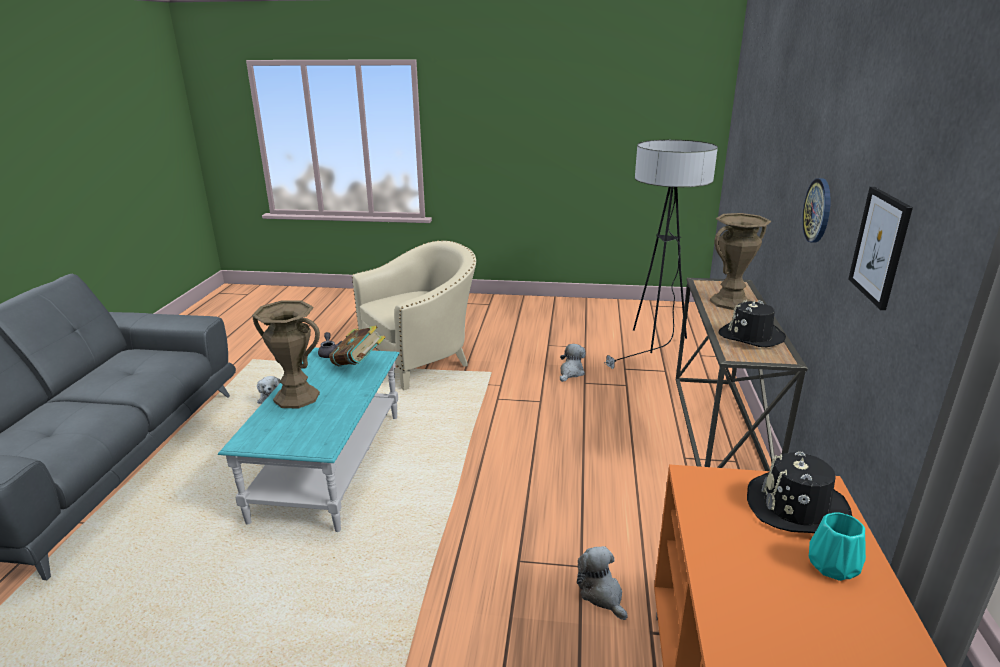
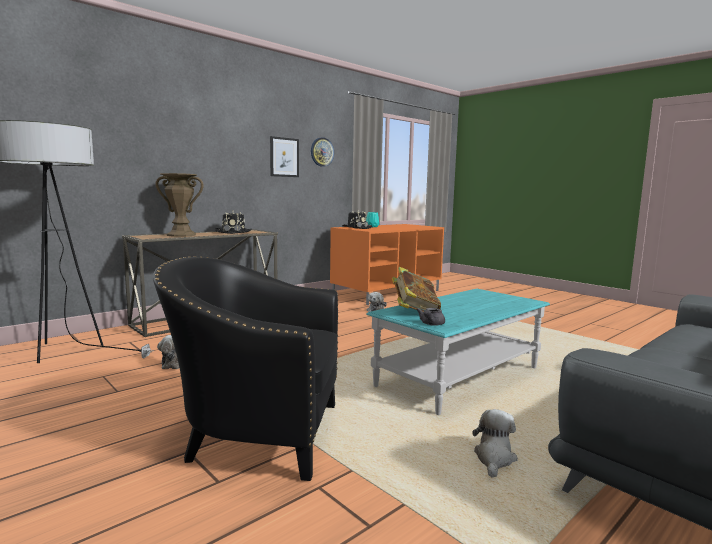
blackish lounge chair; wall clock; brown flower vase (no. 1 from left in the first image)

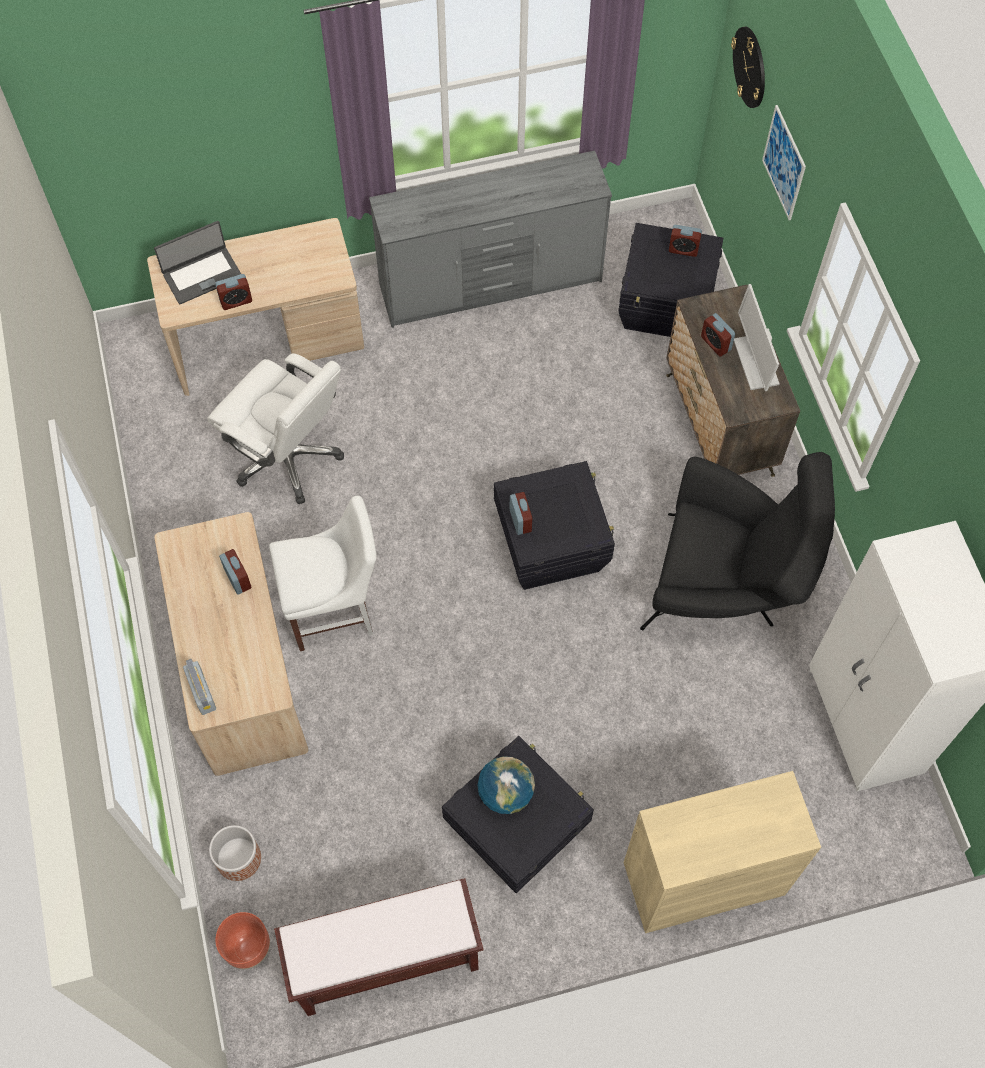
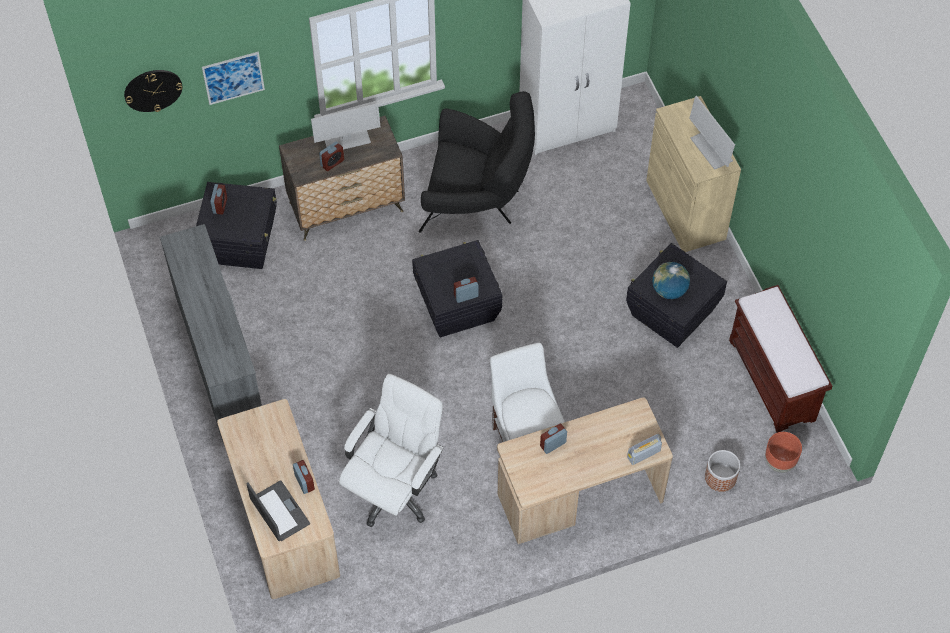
blackish lounge chair; computer screen (no. 2 from left)

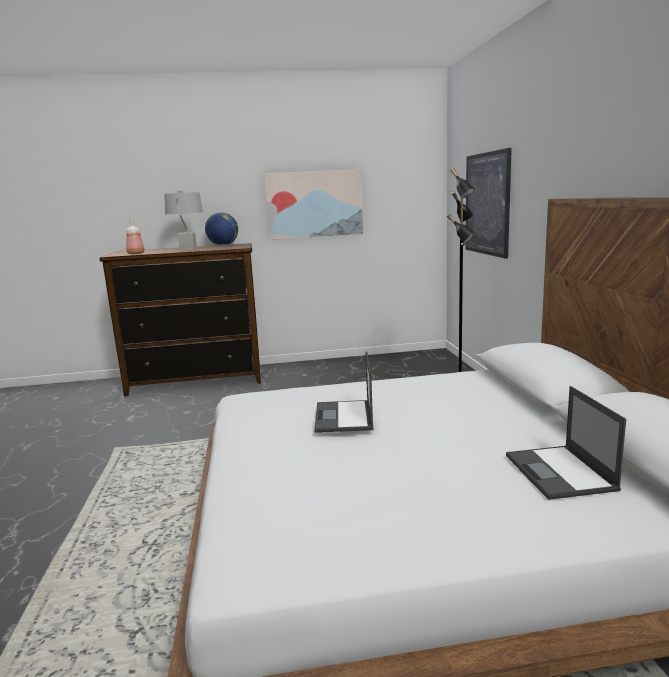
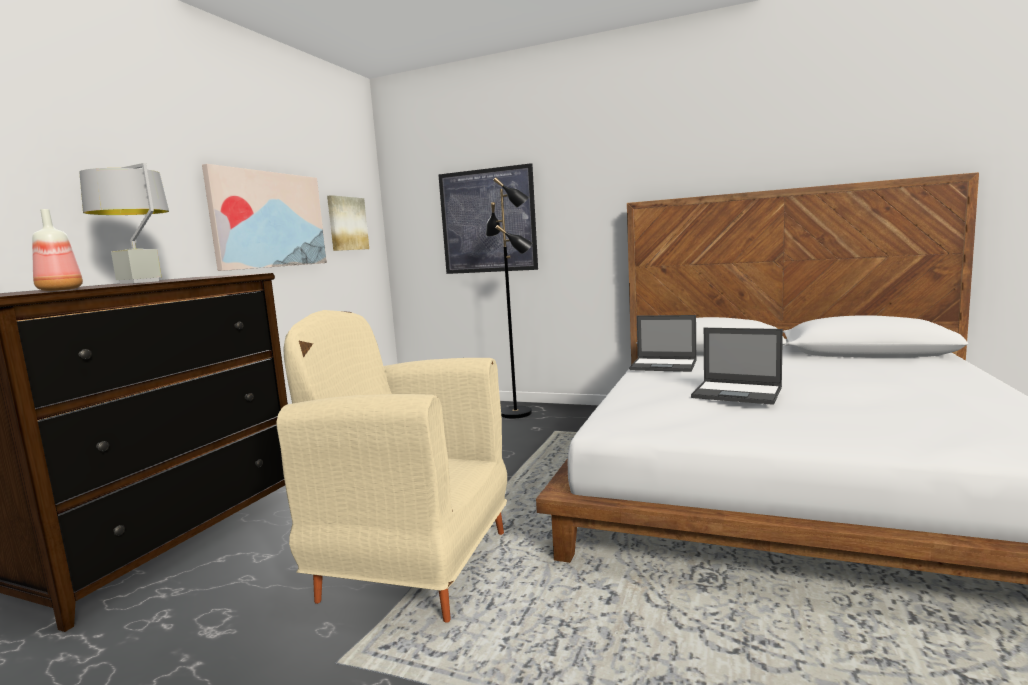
beige lounge chair; picture (no. 2 from left); portable computer (no. 1 from left); world globe

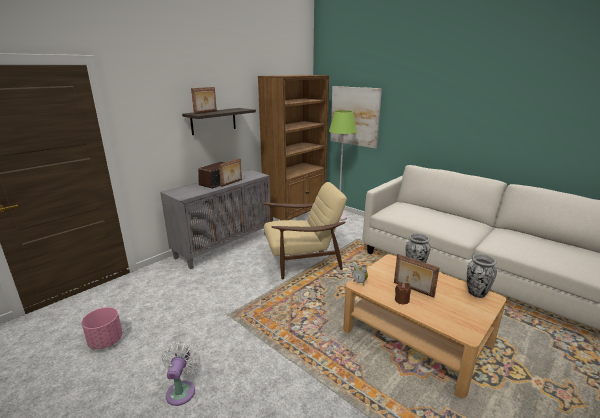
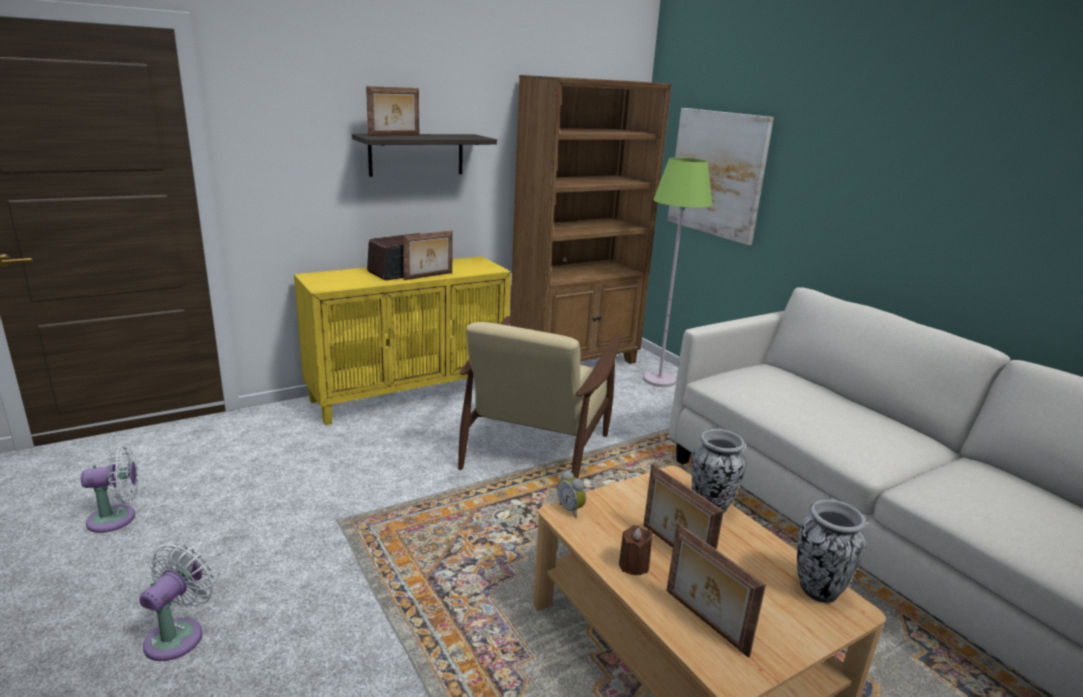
white-coloured fan (no. 1 from left); yellow-coloured cabinet; beige lounge chair; photo frame (no. 4 from left)

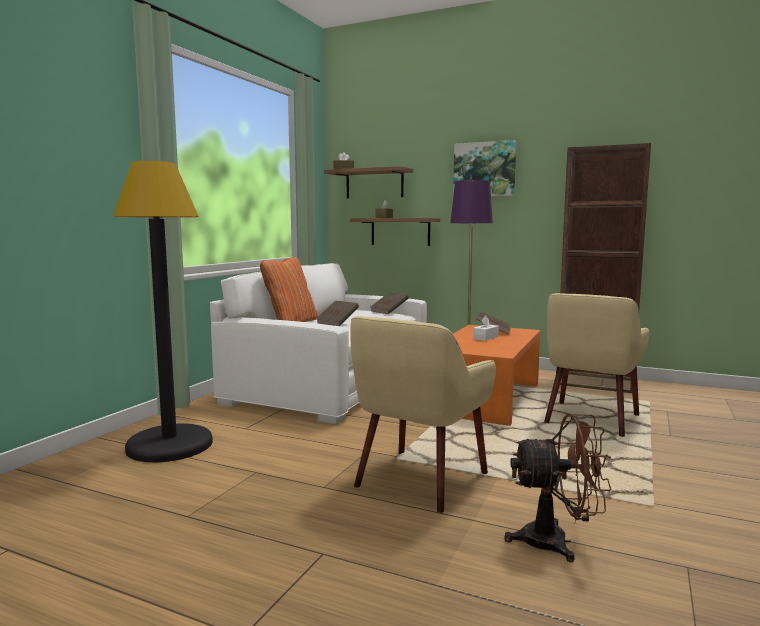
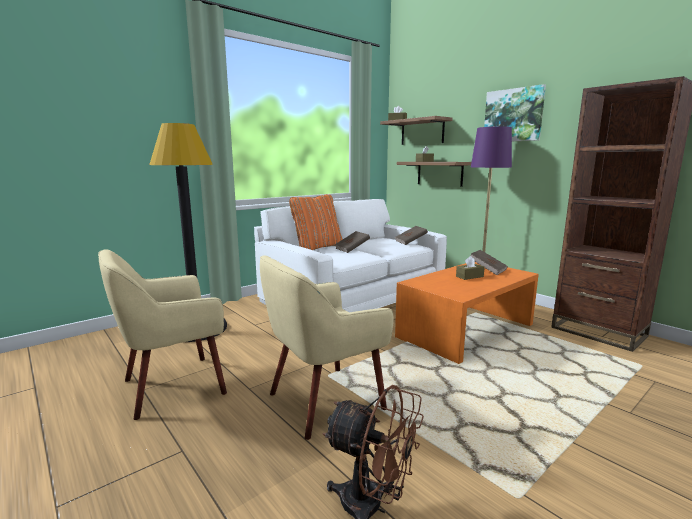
beige lounge chair (no. 1 from left); brown tissue holder (no. 3 from left)

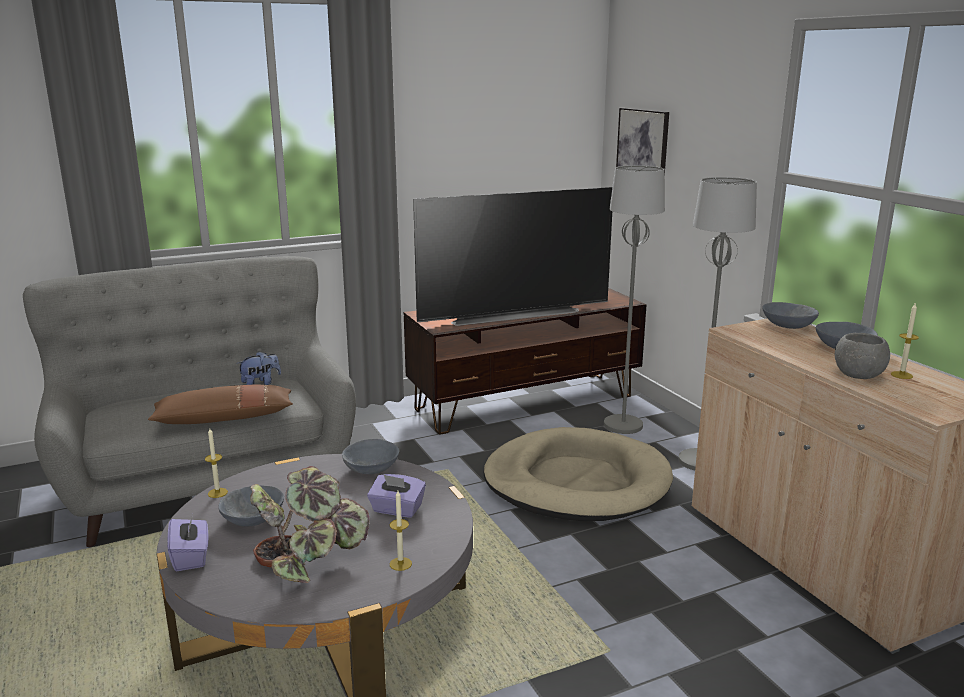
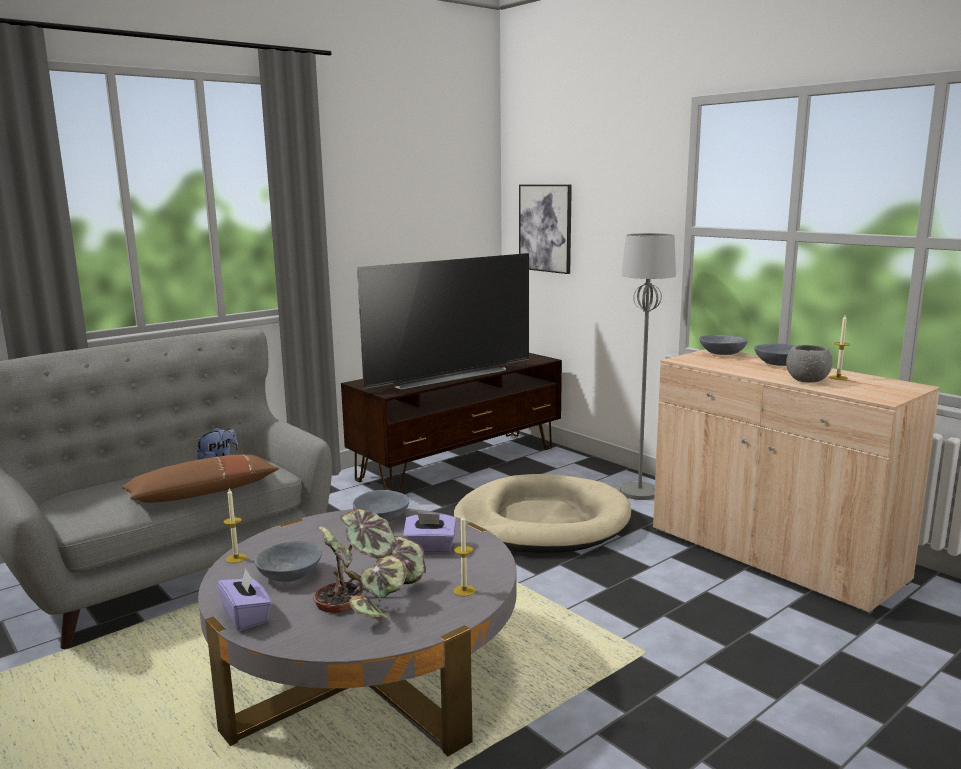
grey floor lamp (no. 1 from left in the first image)

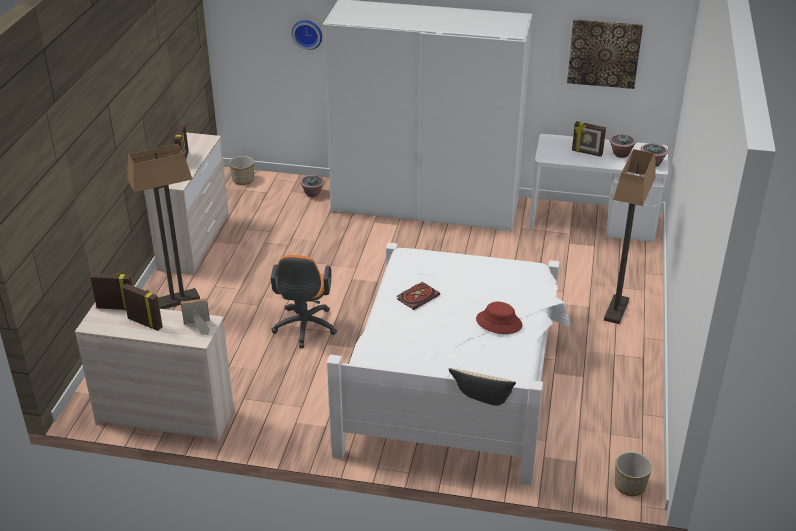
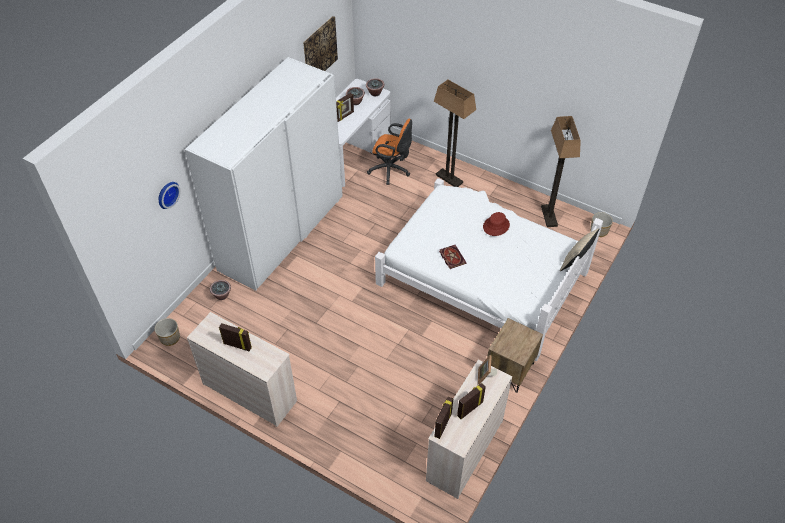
orangey computer chair; brown night table; floor lamp (no. 2 from left)

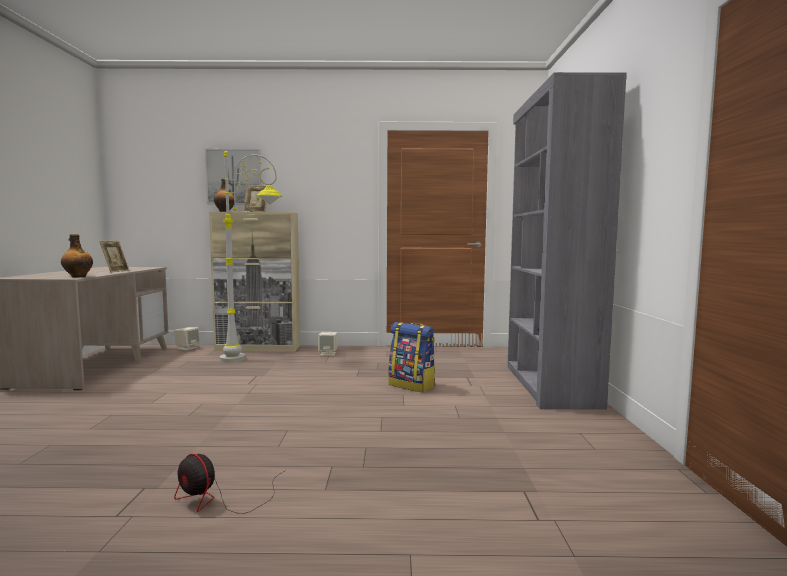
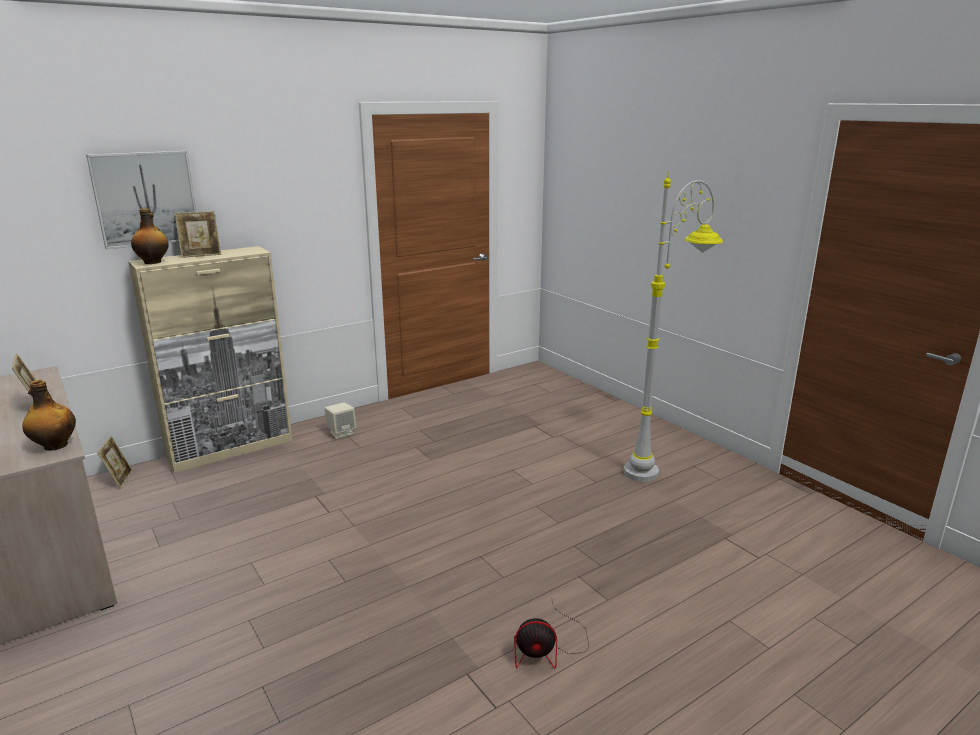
photo frame (no. 2 from left); grey floor lamp; knapsack; grey shelving unit

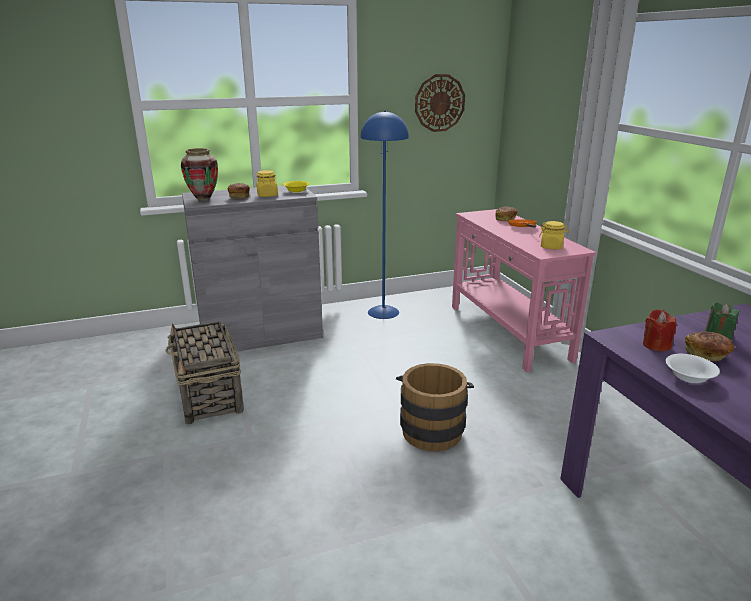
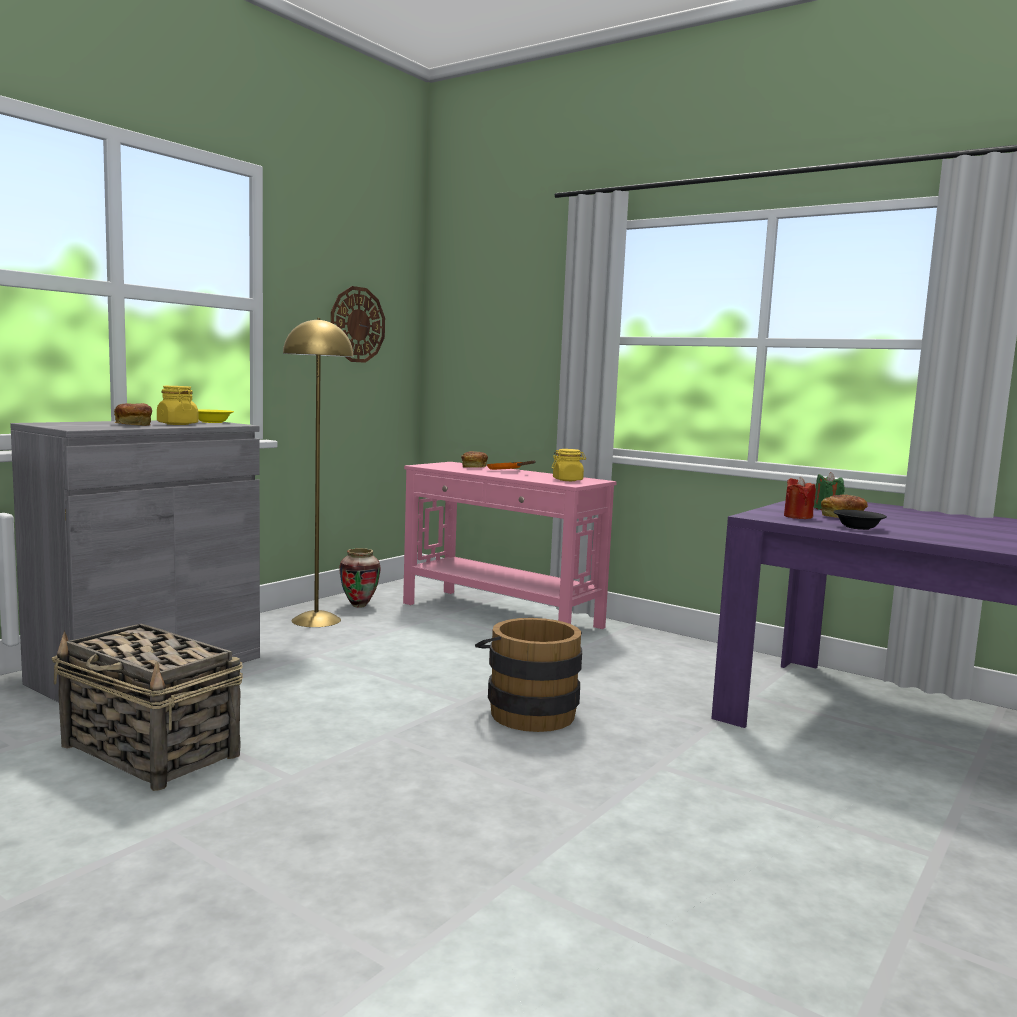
yellow-coloured floor lamp; flower vase; blackish deep dish

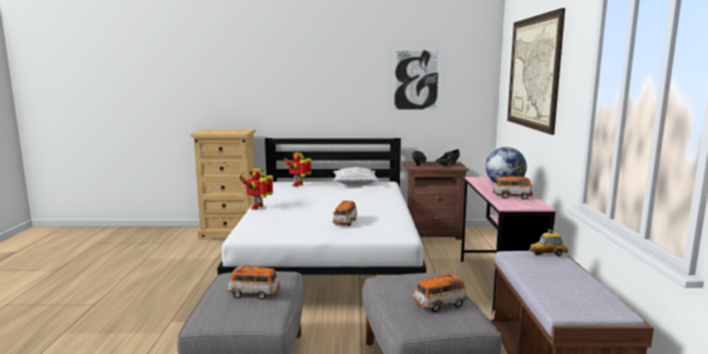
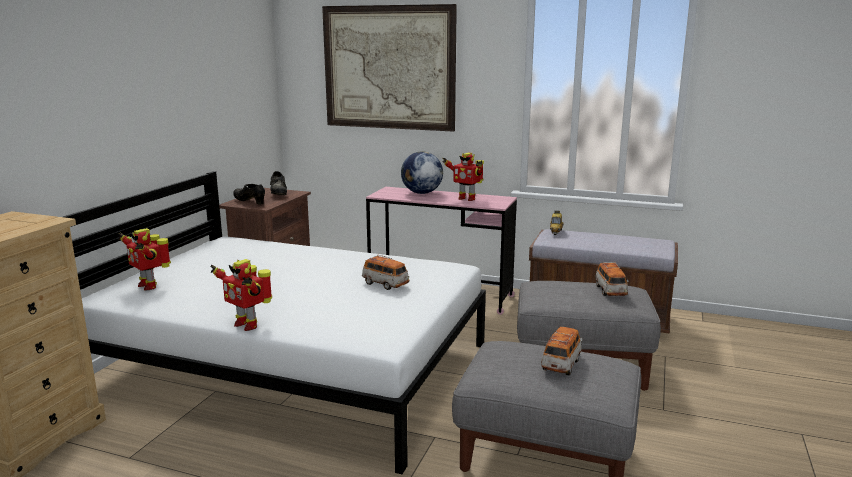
robot figure (no. 3 from left); cushion; picture (no. 1 from left in the first image)

